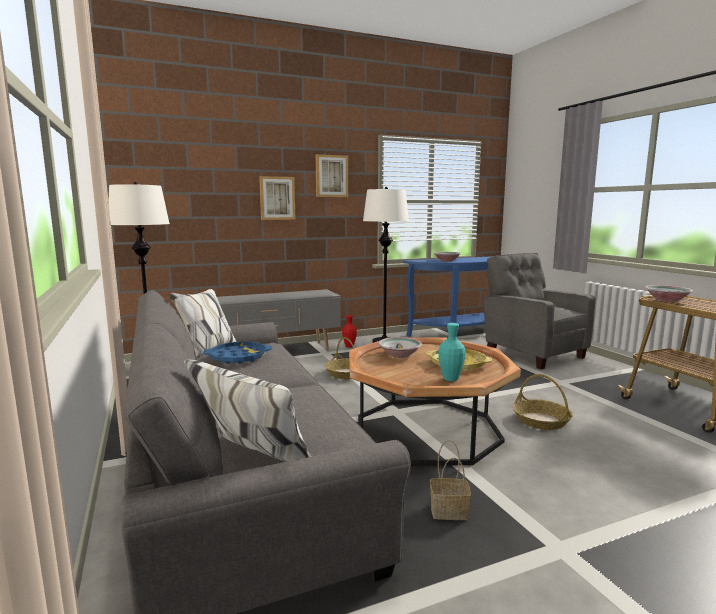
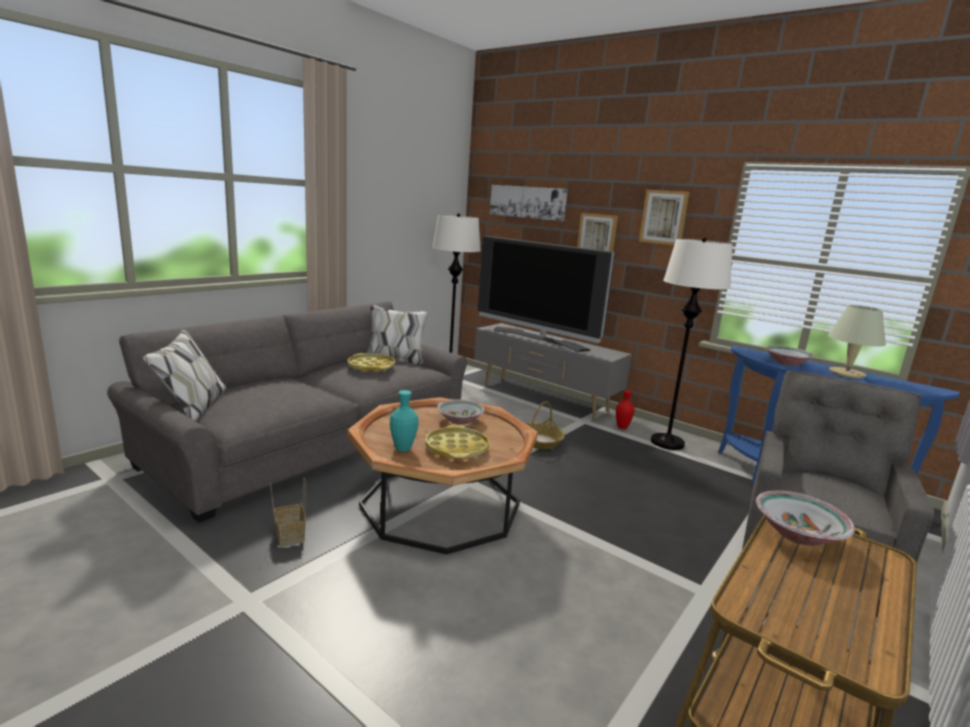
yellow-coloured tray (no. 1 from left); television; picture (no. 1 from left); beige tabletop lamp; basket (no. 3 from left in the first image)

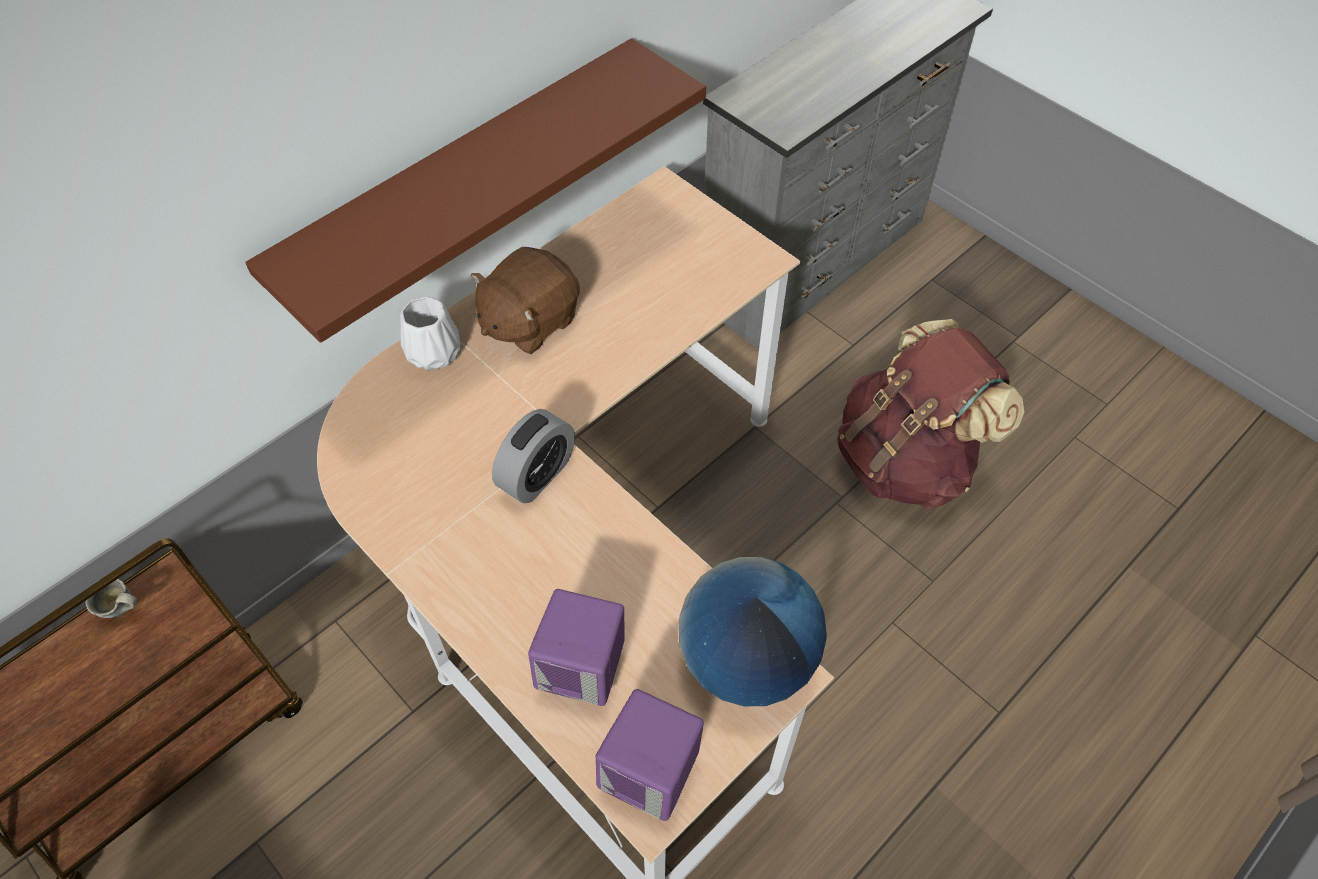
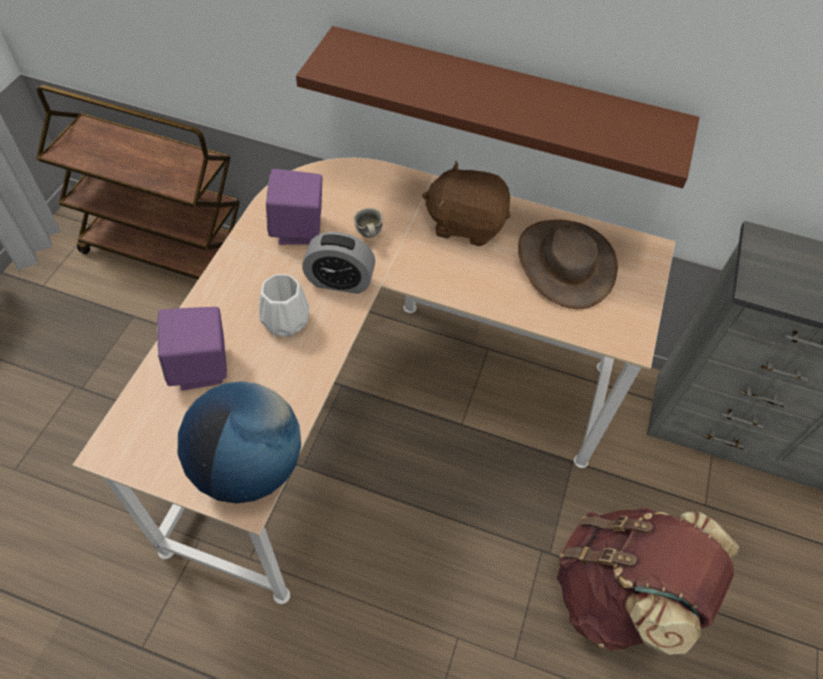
white-coloured flower vase; purple audio speaker (no. 2 from left); grey tea mug; brown hat

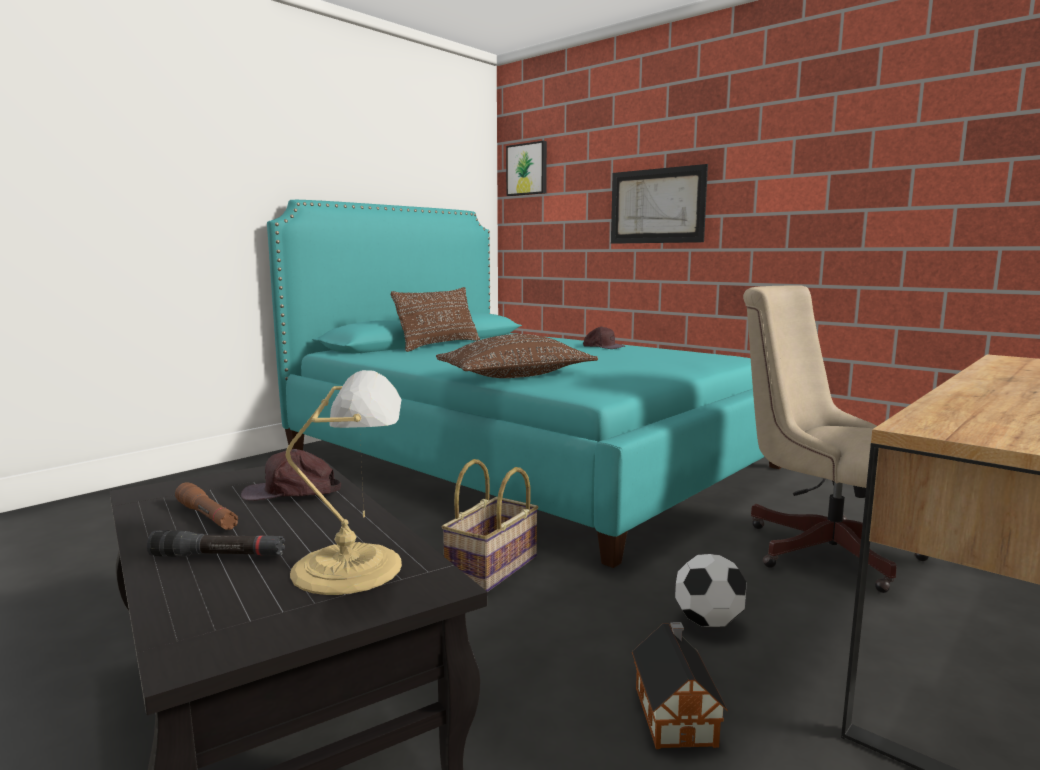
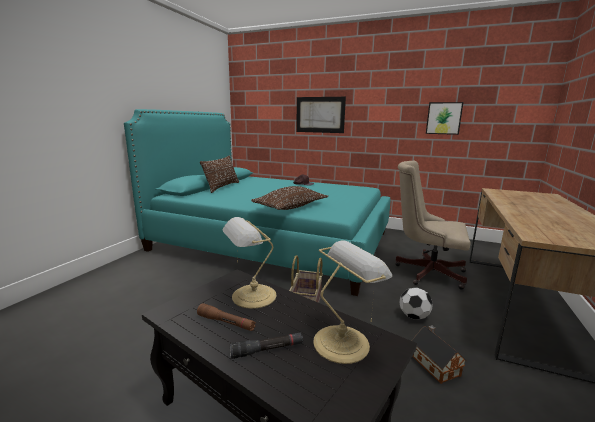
tabletop lamp (no. 1 from left); picture (no. 2 from left)

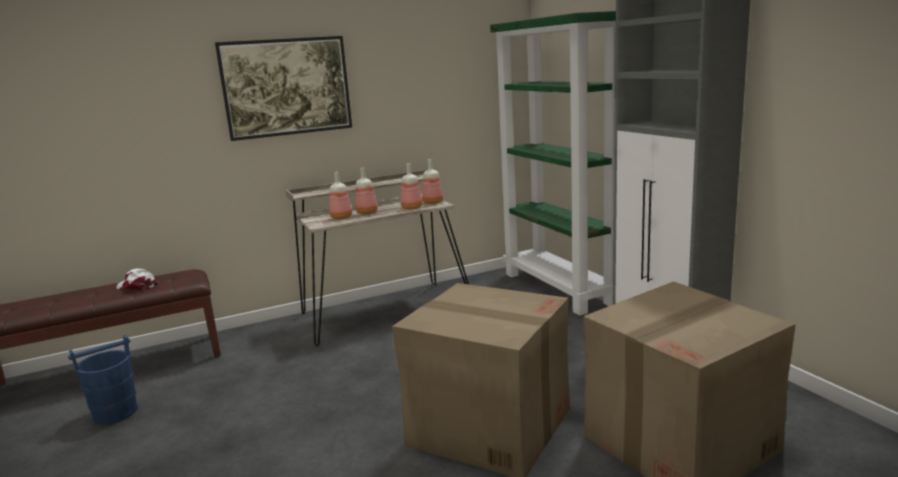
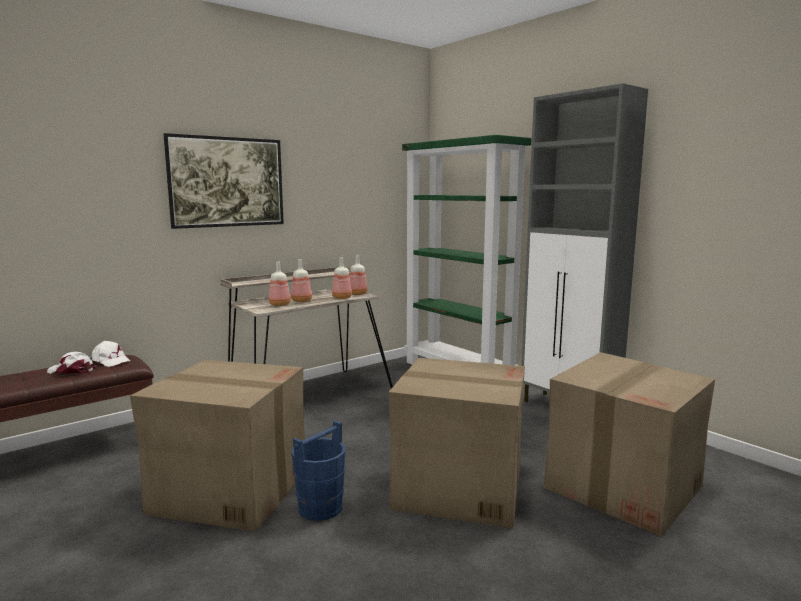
white-coloured peaked cap (no. 2 from left); carton (no. 1 from left); blue-coloured bucket

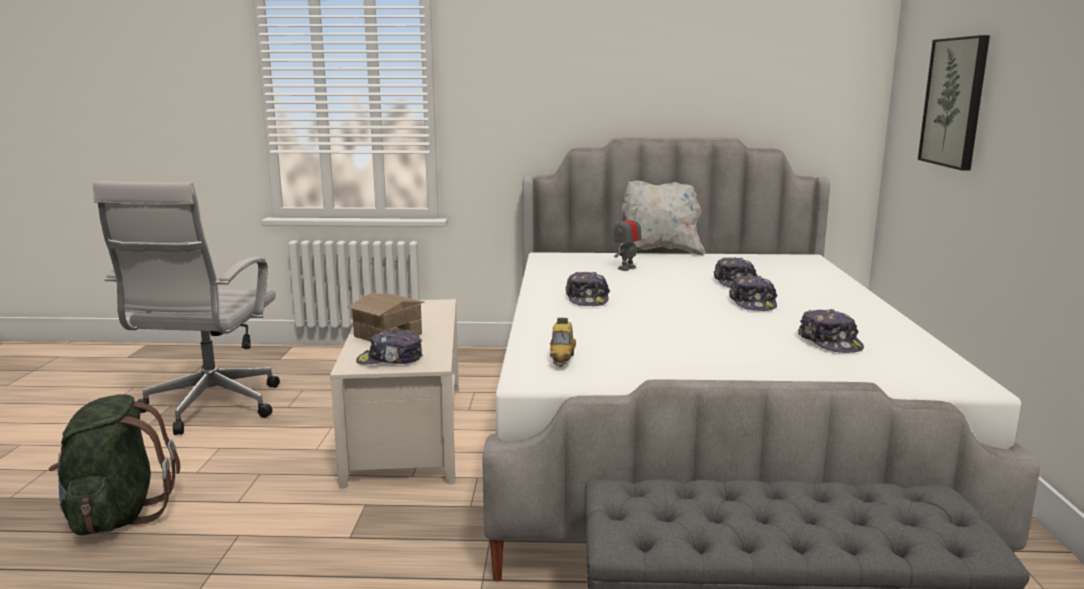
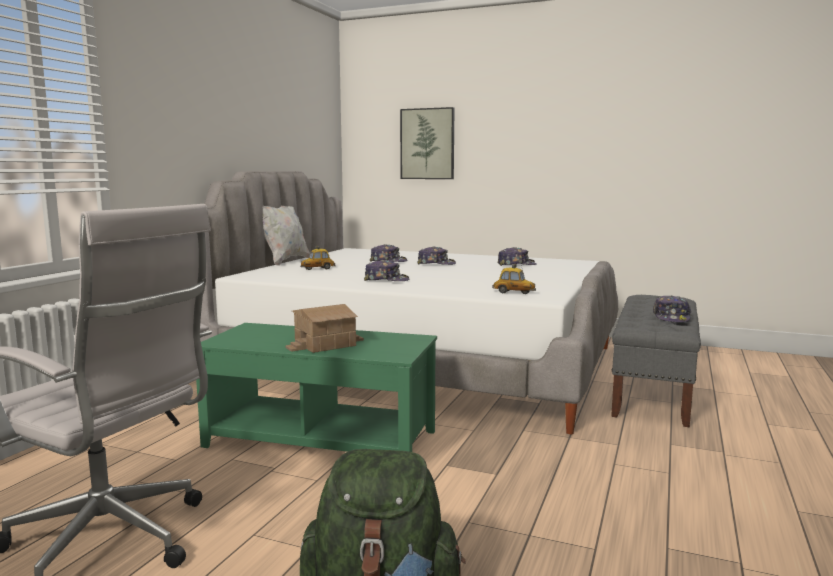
greenish coffee table; model car (no. 1 from left); peaked cap (no. 5 from left)

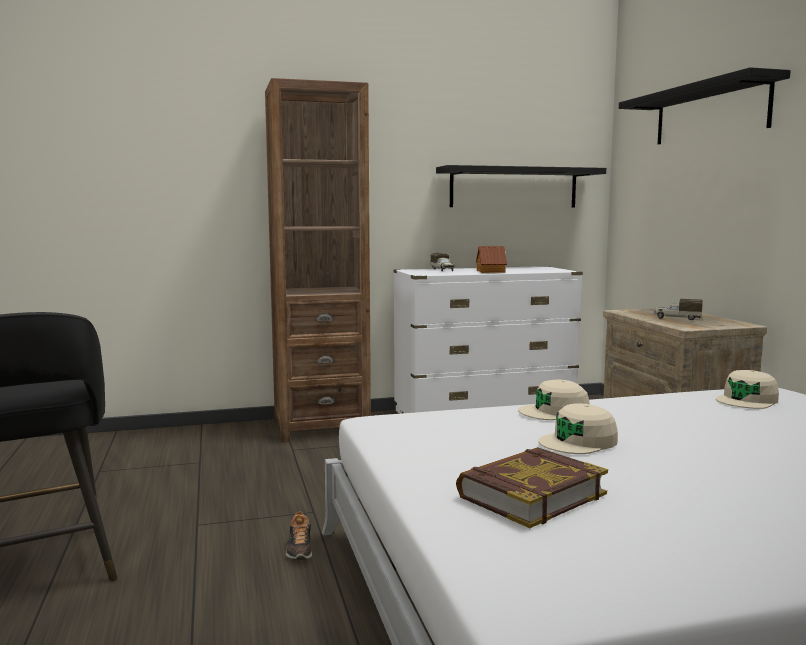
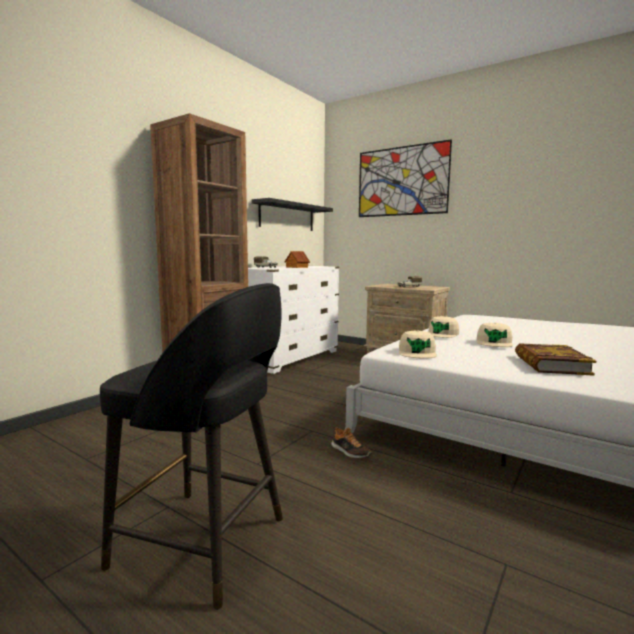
picture; beige peaked cap (no. 1 from left)

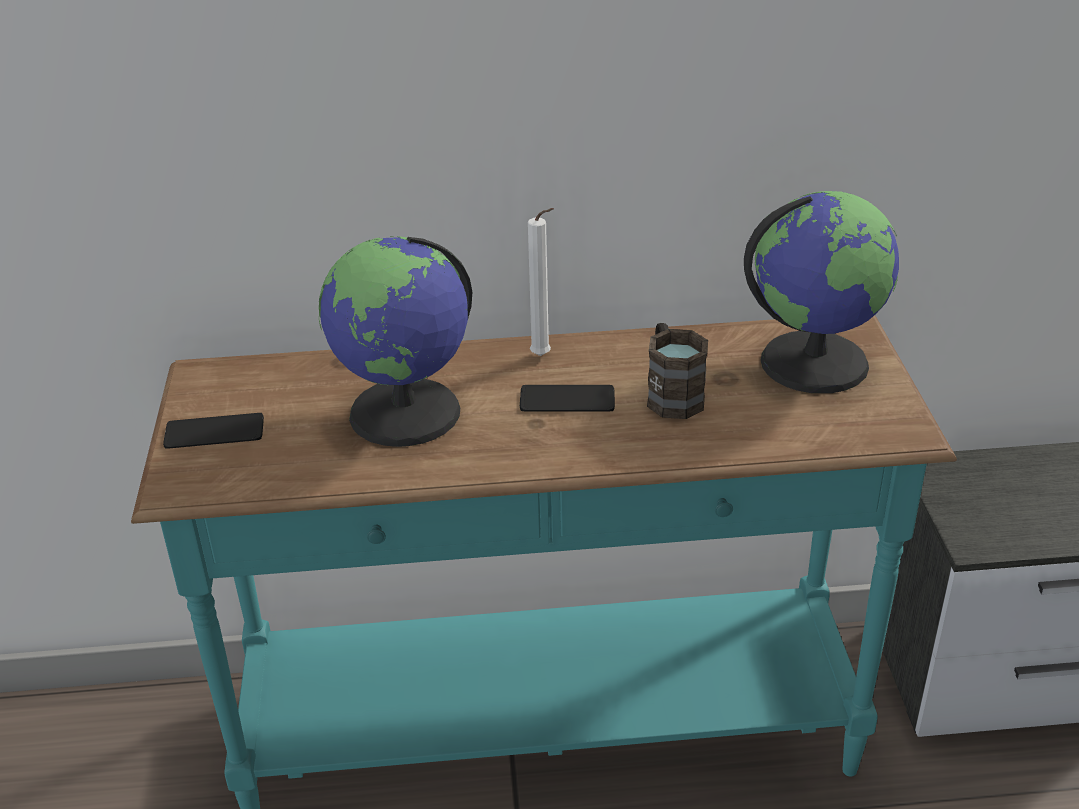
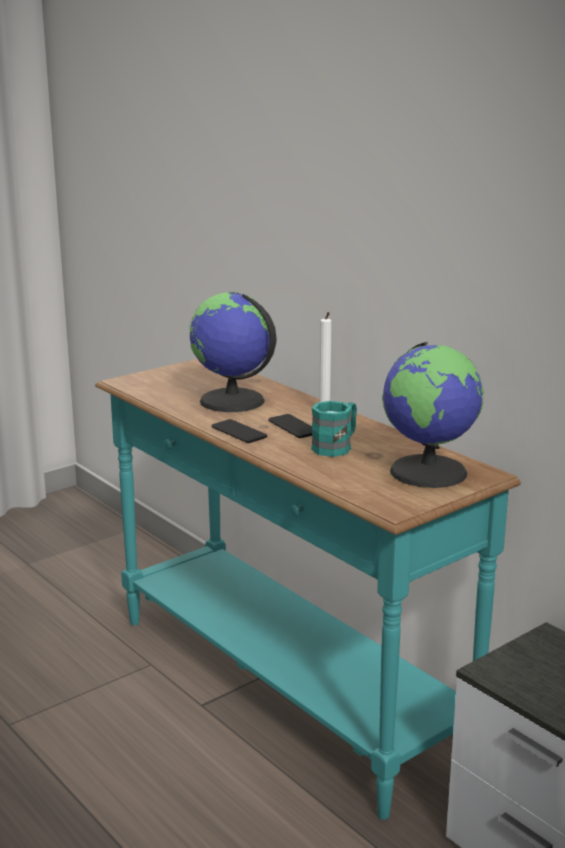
handset (no. 1 from left); turquoise-coloured tea mug

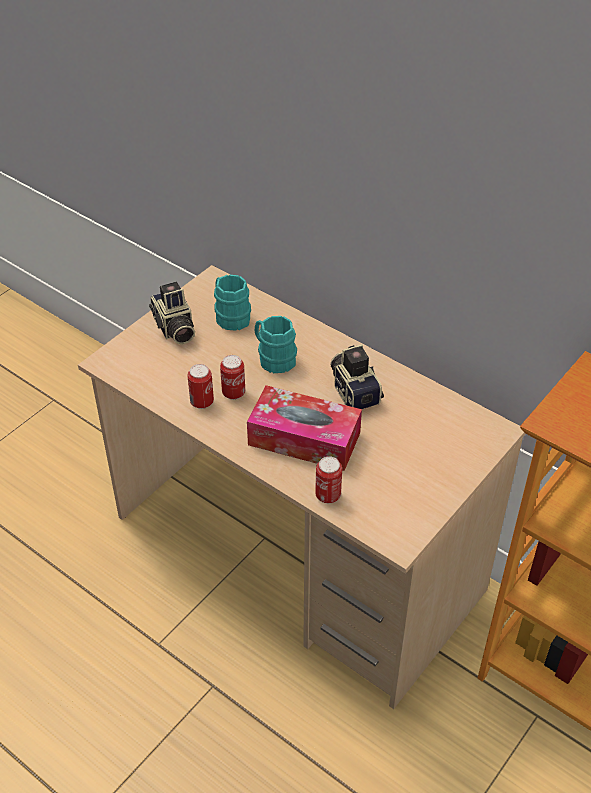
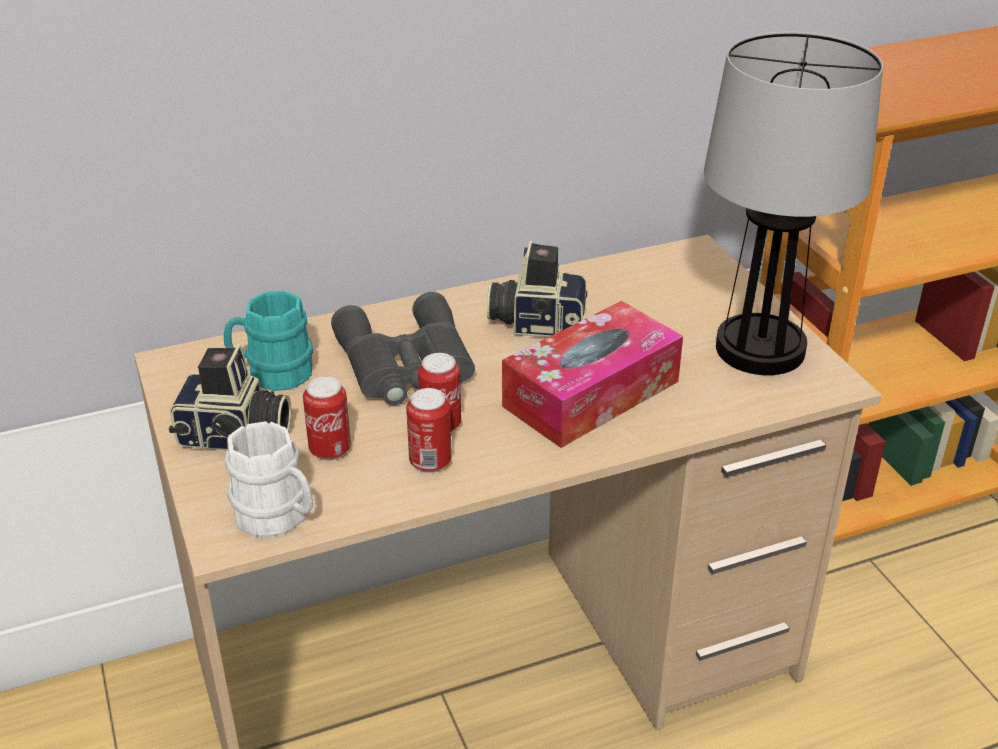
white-coloured tea mug; can (no. 1 from left); grey pair of binoculars; tabletop lamp

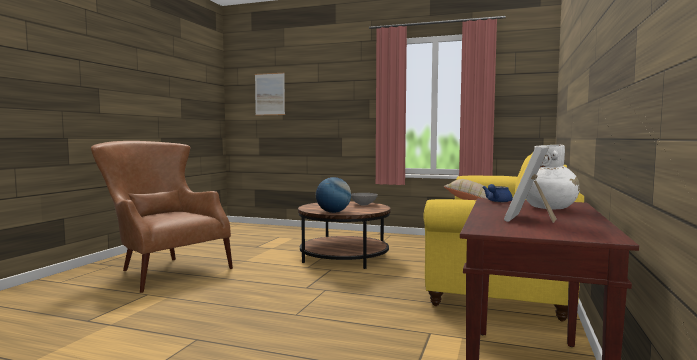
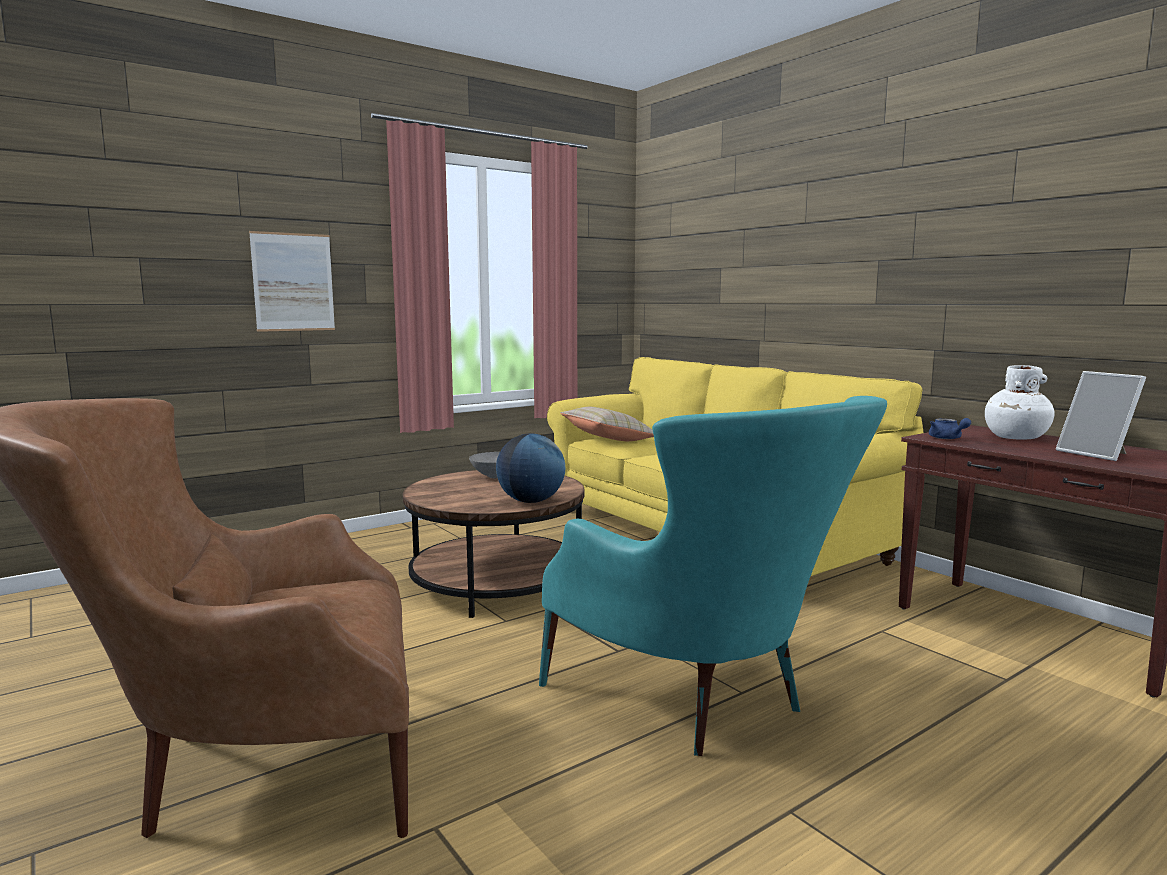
picture; turquoise-coloured lounge chair

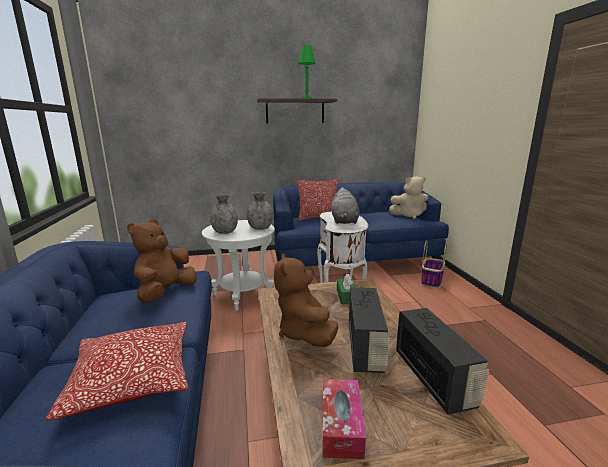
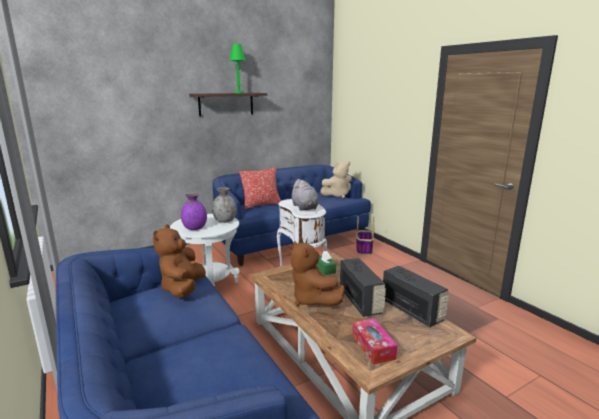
purple flower vase; cushion (no. 1 from left in the first image)

